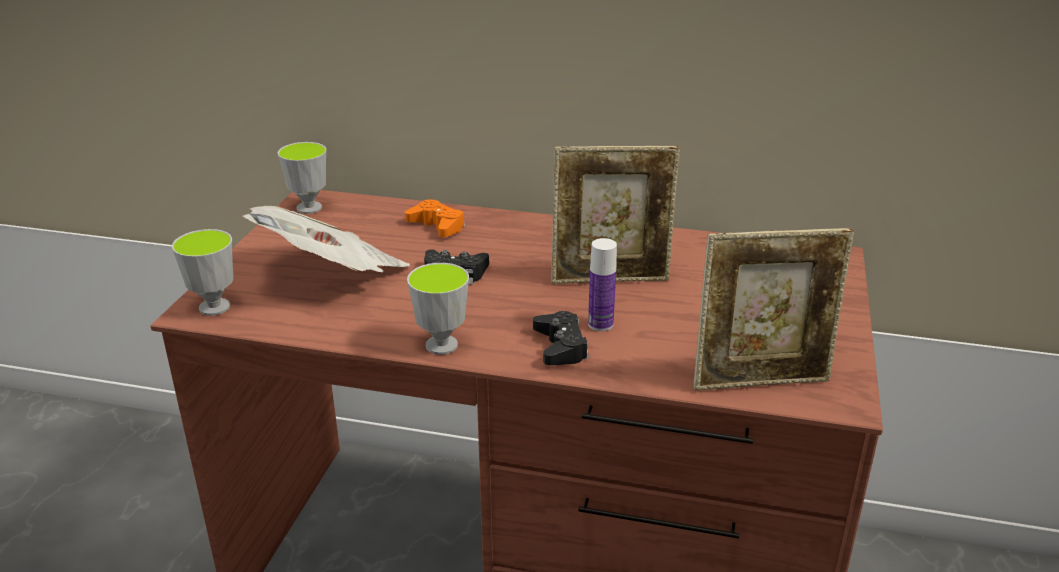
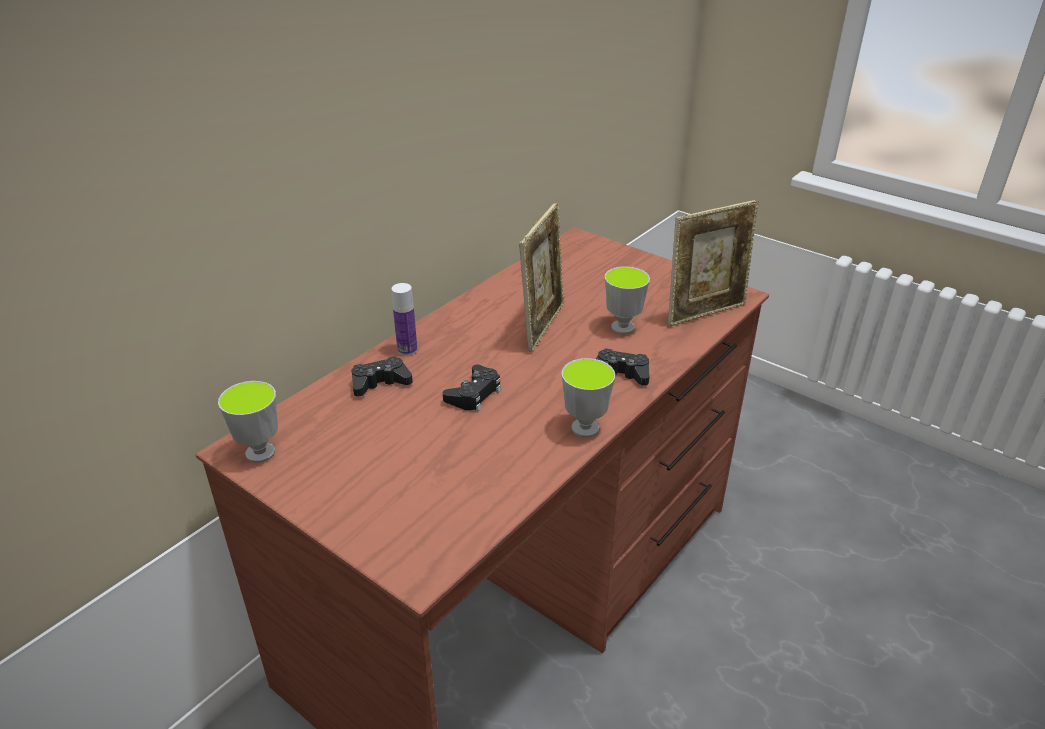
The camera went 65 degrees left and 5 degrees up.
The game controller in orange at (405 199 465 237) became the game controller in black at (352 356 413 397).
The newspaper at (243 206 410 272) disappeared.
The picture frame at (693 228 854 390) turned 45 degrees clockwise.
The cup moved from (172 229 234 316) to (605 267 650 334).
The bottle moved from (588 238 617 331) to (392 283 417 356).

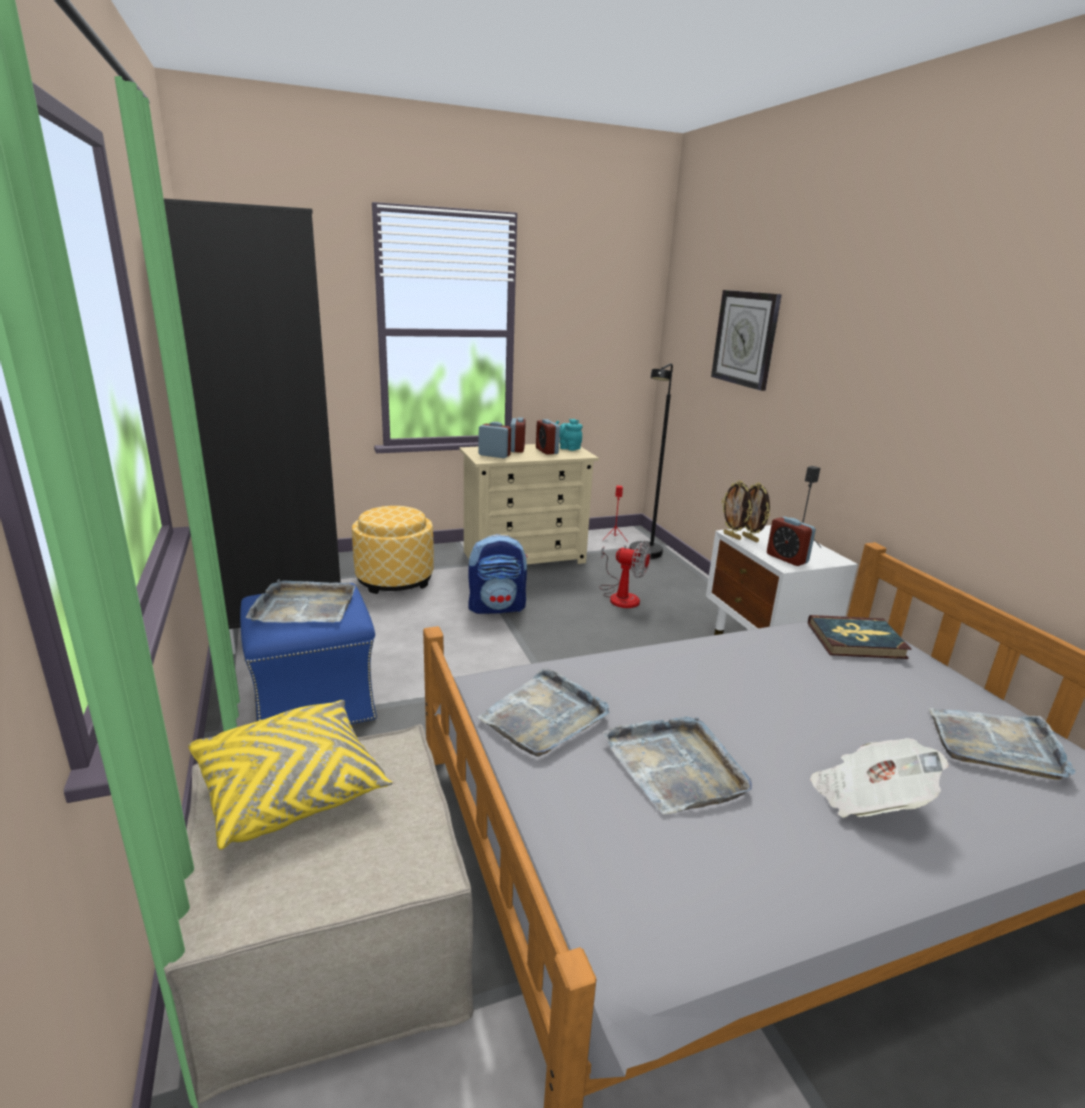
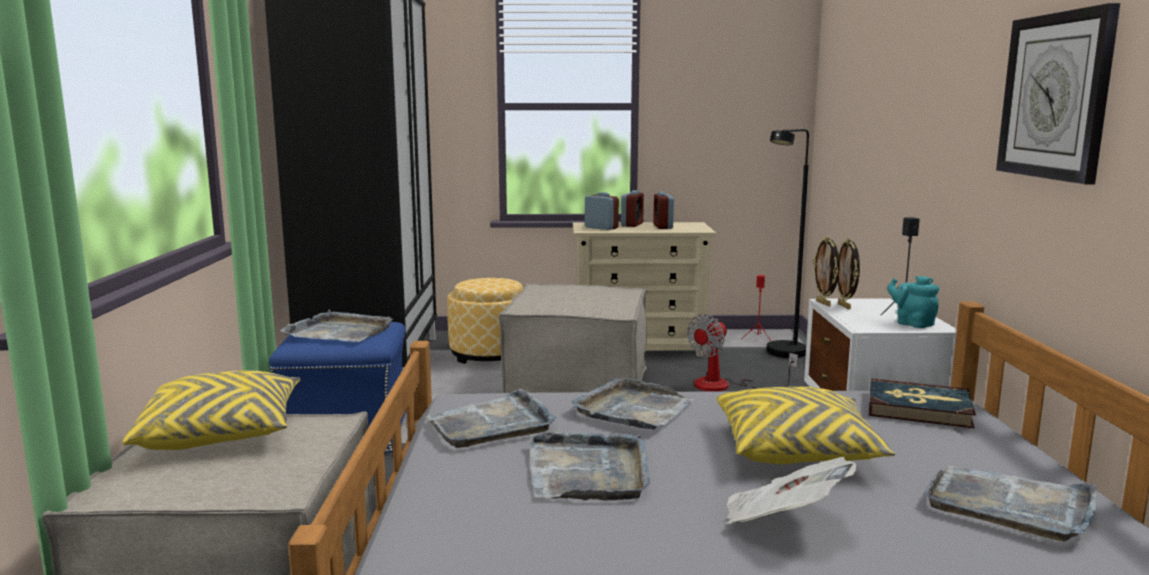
The camera went 20 degrees right and 10 degrees down.
The wall clock moved from (711 290 782 391) to (996 3 1120 184).
The teapot in turquoise moved from (556 419 583 451) to (887 276 939 328).
The alarm clock at (767 517 816 566) disappeared.
The backpack at (468 534 528 614) was replaced by the ottoman in beige at (499 283 647 393).
The fan at (600 541 651 608) turned 90 degrees clockwise.
The tray in grey at (571 378 694 430) appeared.
The pillow in yellow at (717 387 895 464) appeared.

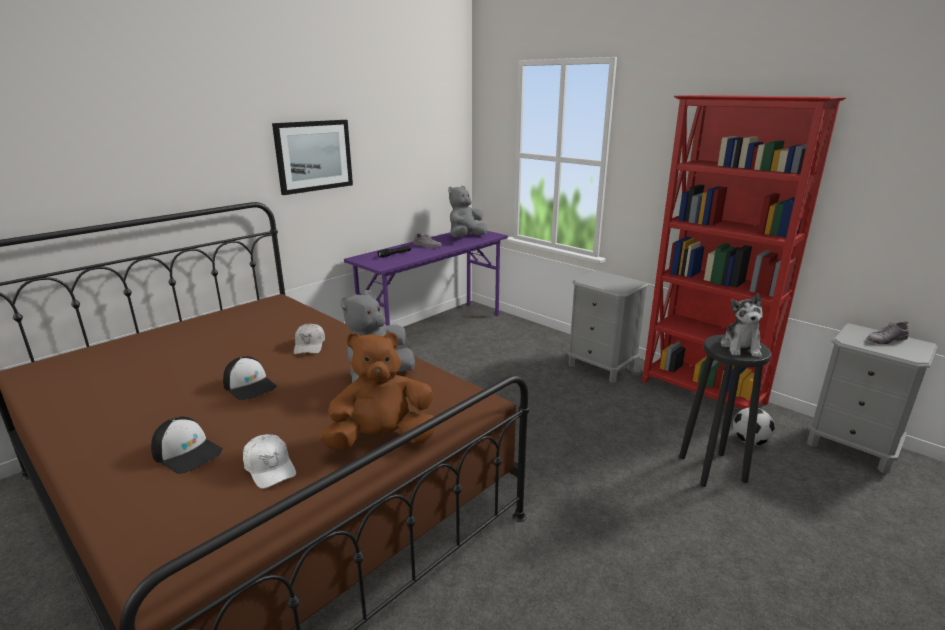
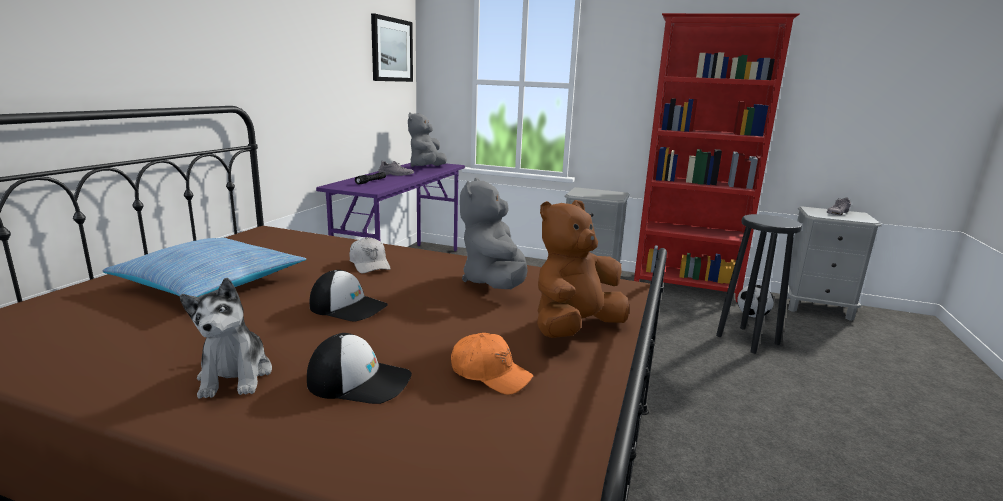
The camera went 25 degrees left and 5 degrees down.
The picture moved from (272 120 353 195) to (371 13 413 82).
The plush toy moved from (721 293 762 357) to (180 278 272 399).
The cap in white at (243 434 296 489) became the cap in orange at (451 333 534 395).
The pillow at (103 238 306 297) appeared.

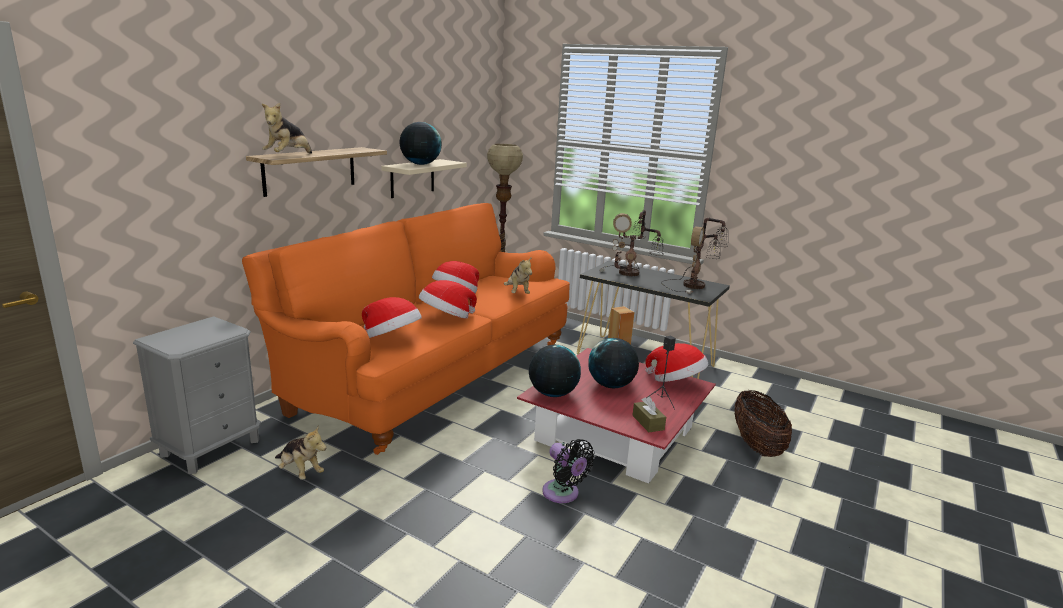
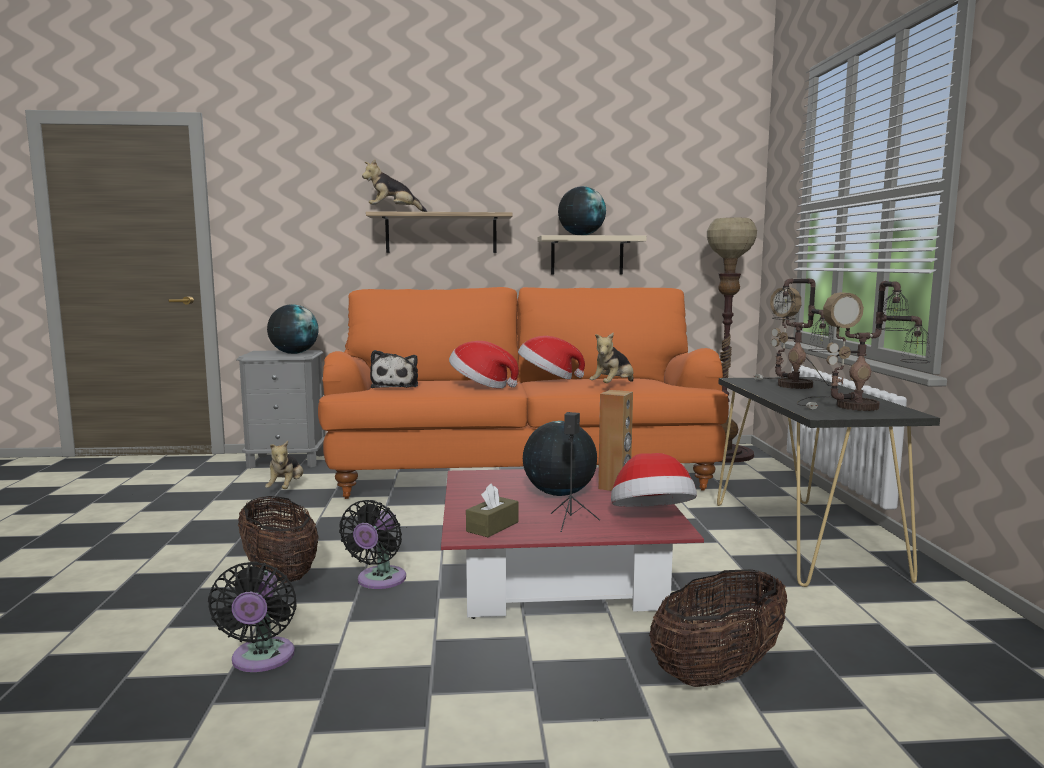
The camera went 55 degrees right and 10 degrees down.
The hat at (362 297 422 338) was replaced by the plush toy at (370 350 418 388).
The globe moved from (529 345 581 397) to (267 304 319 354).
The basket at (238 496 319 583) appeared.
The fan in black at (208 561 297 672) appeared.

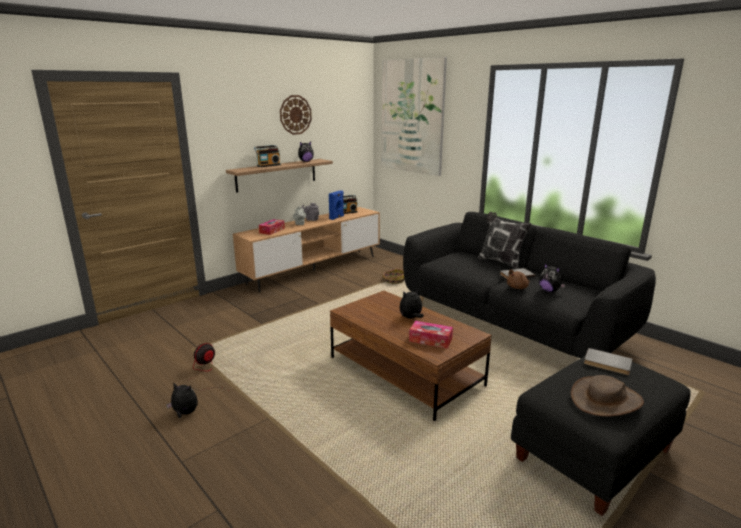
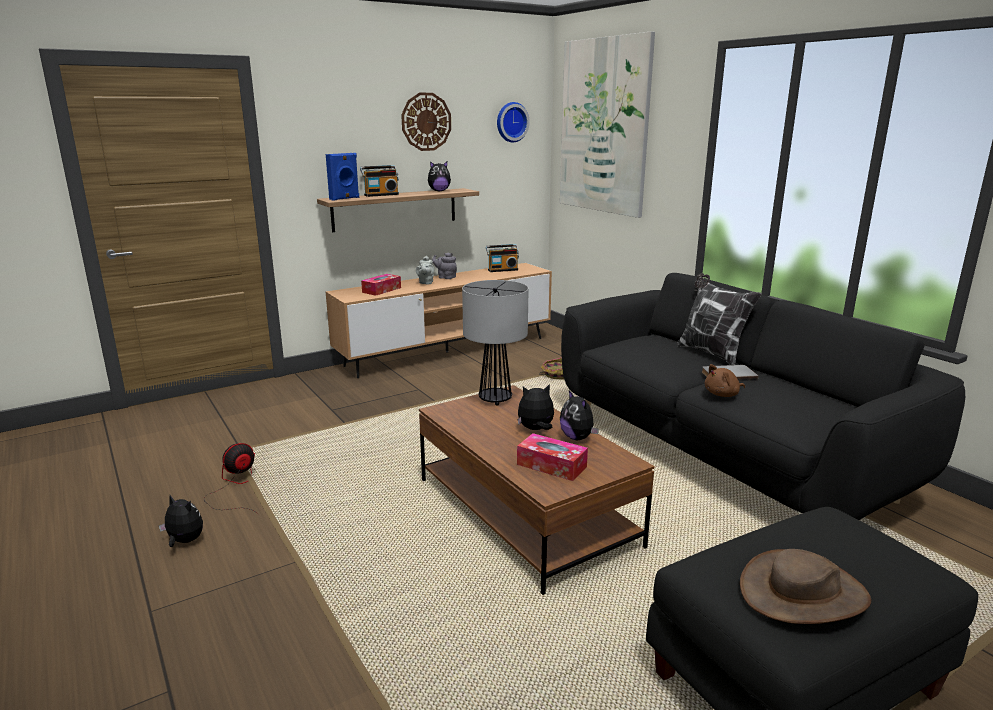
The camera went 10 degrees right and 0 degrees up.
The speaker in blue moved from (329 191 344 220) to (326 153 359 201).
The plush toy moved from (539 264 566 292) to (560 390 599 440).
The book in grey at (584 348 632 375) disappeared.
The wall clock at (497 102 530 143) appeared.
The table lamp at (462 280 529 406) appeared.

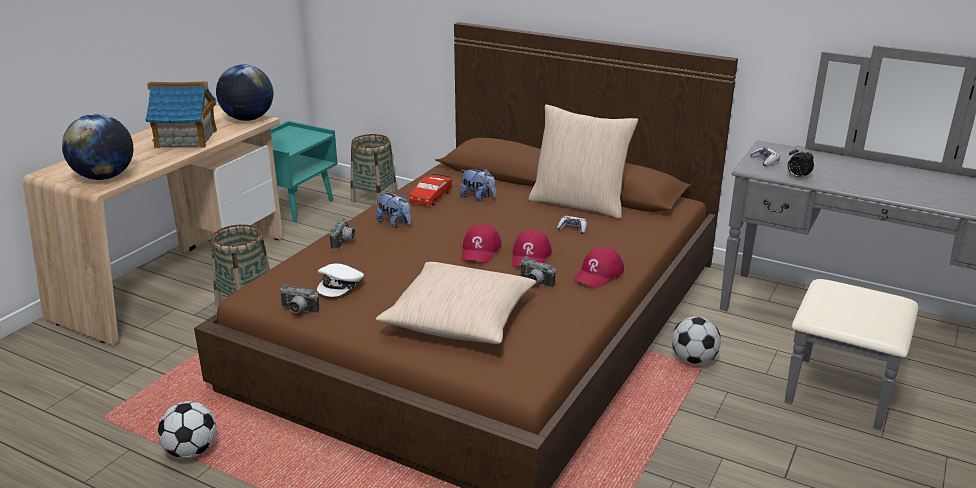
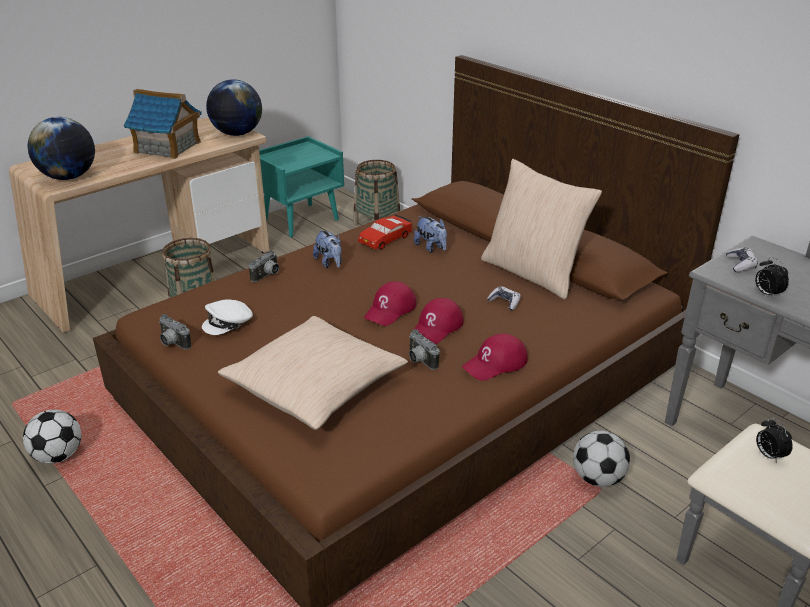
The camera went 20 degrees right and 5 degrees up.
The alarm clock at (756 418 793 463) appeared.

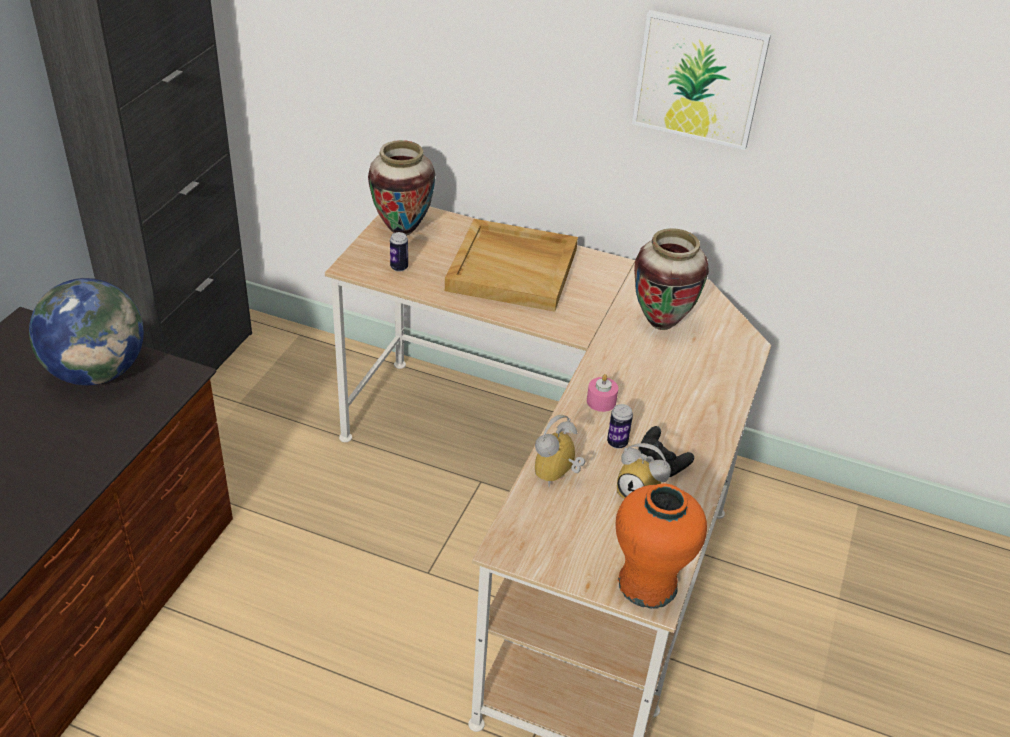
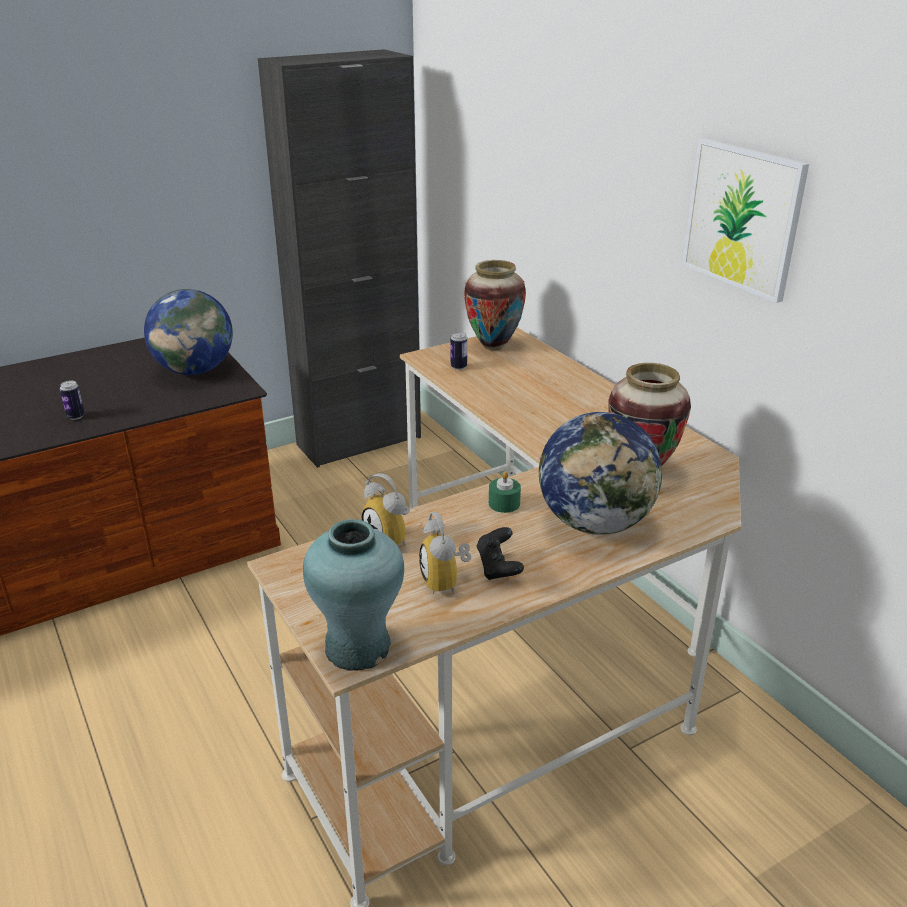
The camera went 40 degrees right and 10 degrees down.
The tray in beige at (445 219 578 312) disappeared.
The candle in pink at (587 374 618 412) became the candle in green at (489 471 521 513).
The can moved from (607 404 633 449) to (60 381 85 420).
The alarm clock at (535 415 585 487) turned 120 degrees counterclockwise.
The vase in orange at (616 483 707 609) became the vase in turquoise at (303 519 404 671).
The globe at (539 412 662 535) appeared.

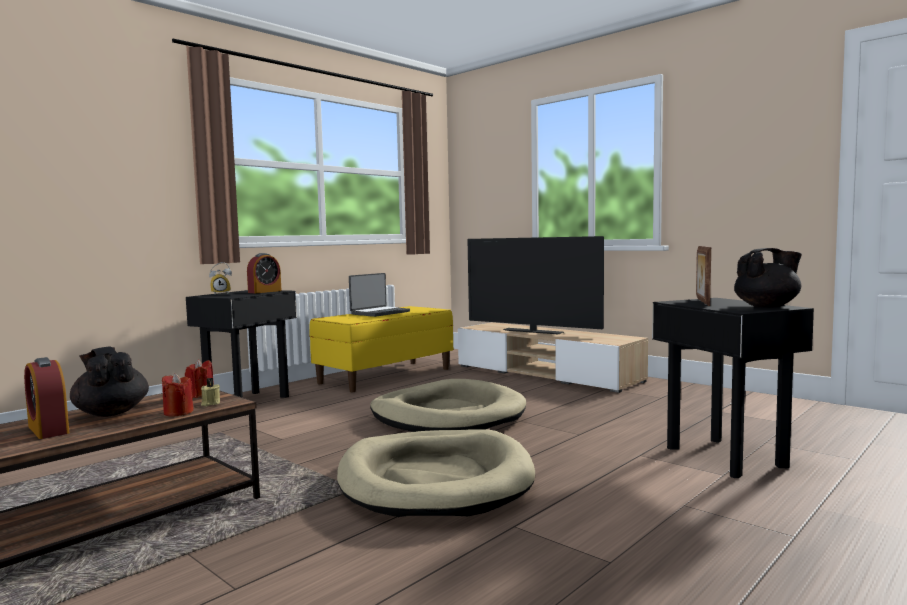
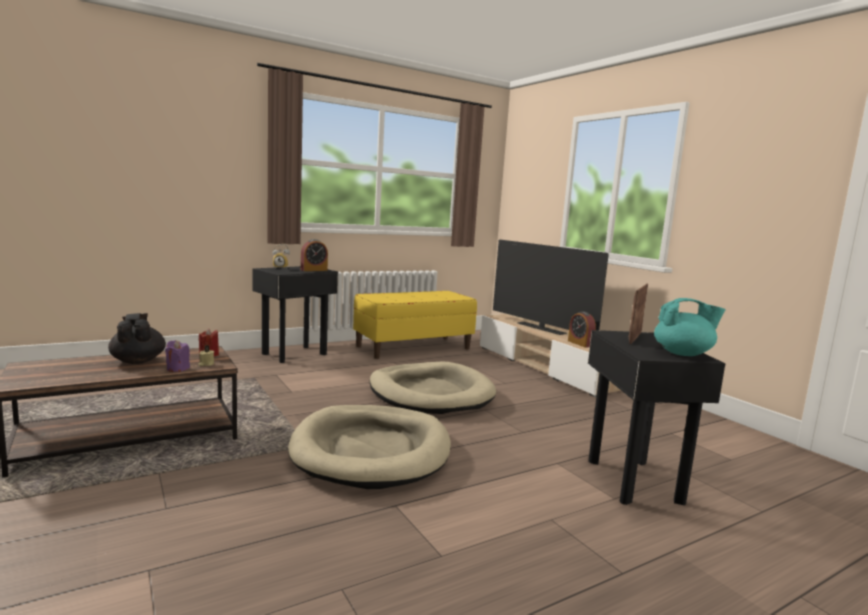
The camera went 15 degrees right and 5 degrees up.
The teapot in black at (734 248 802 307) became the teapot in turquoise at (654 298 725 356).
The laptop at (349 273 410 317) disappeared.
The alarm clock moved from (24 357 69 439) to (568 312 596 348).
The candle in red at (162 373 194 417) became the candle in purple at (165 340 190 372).

